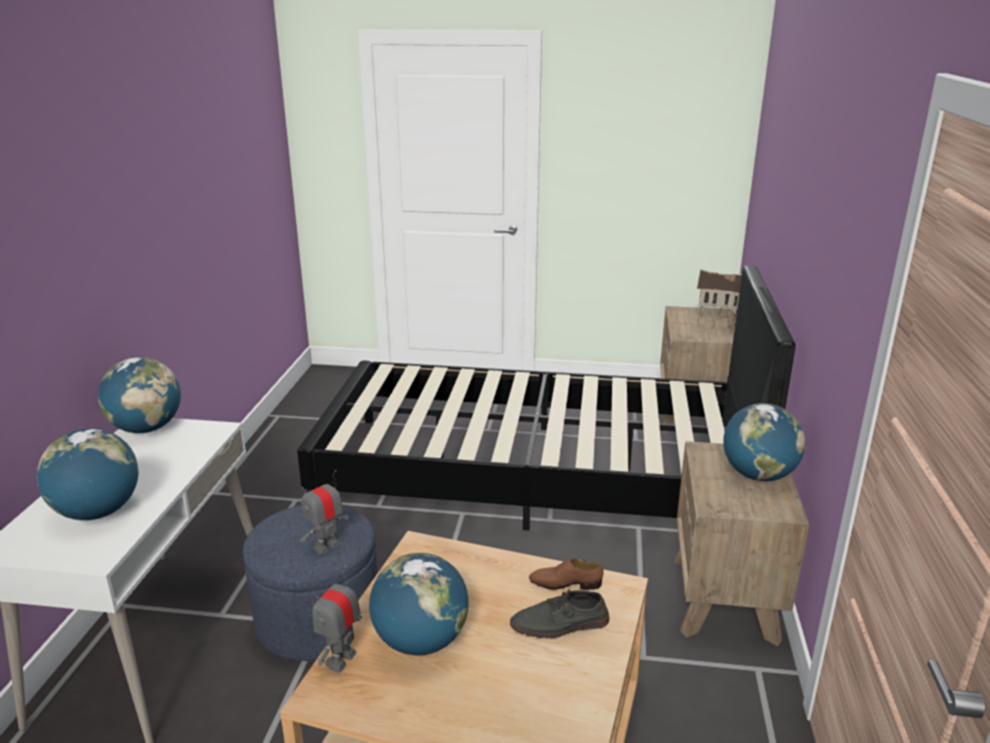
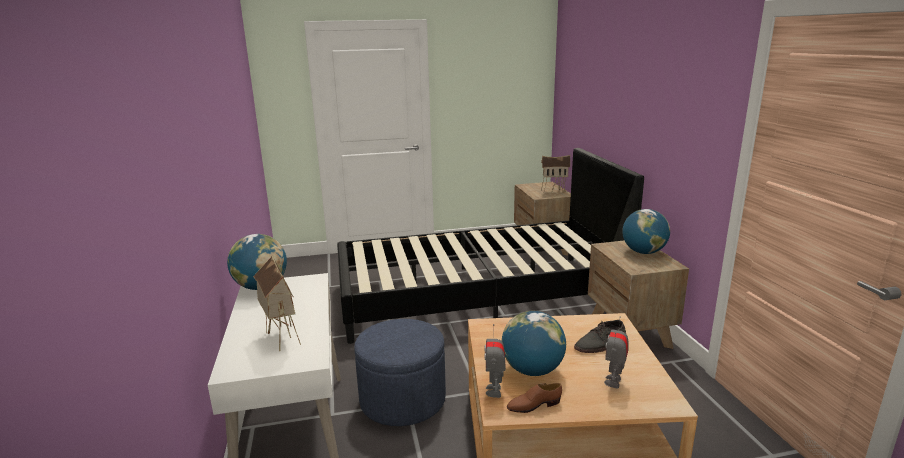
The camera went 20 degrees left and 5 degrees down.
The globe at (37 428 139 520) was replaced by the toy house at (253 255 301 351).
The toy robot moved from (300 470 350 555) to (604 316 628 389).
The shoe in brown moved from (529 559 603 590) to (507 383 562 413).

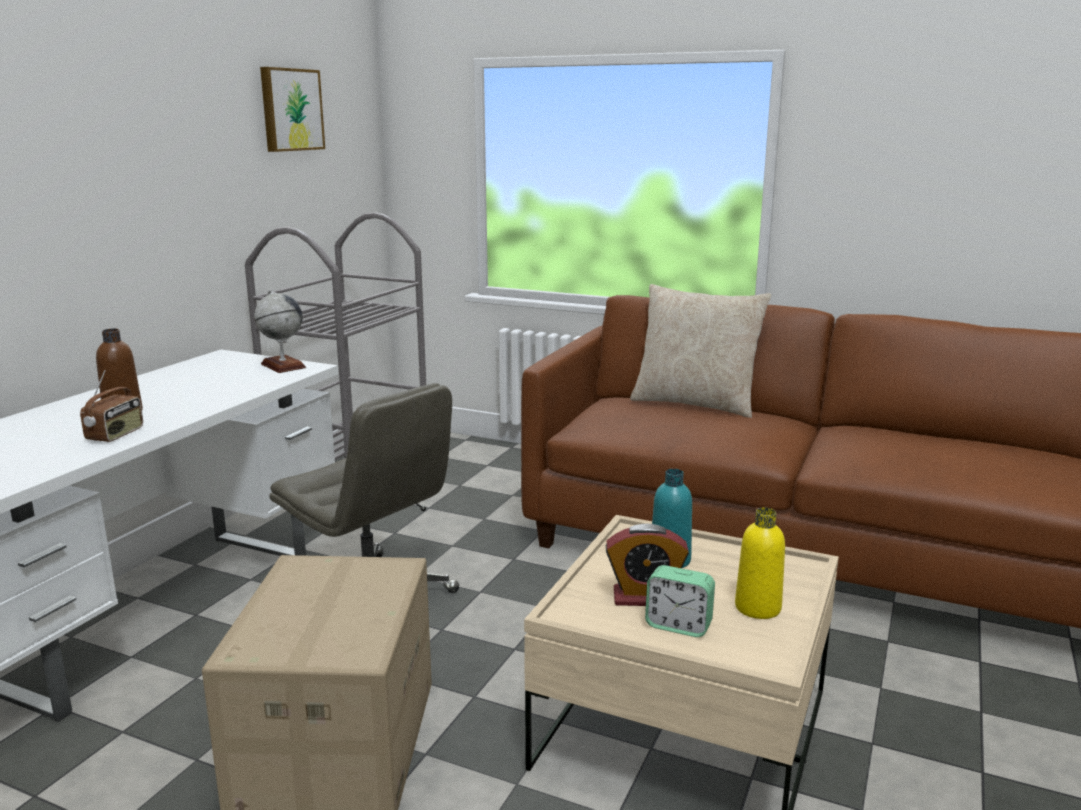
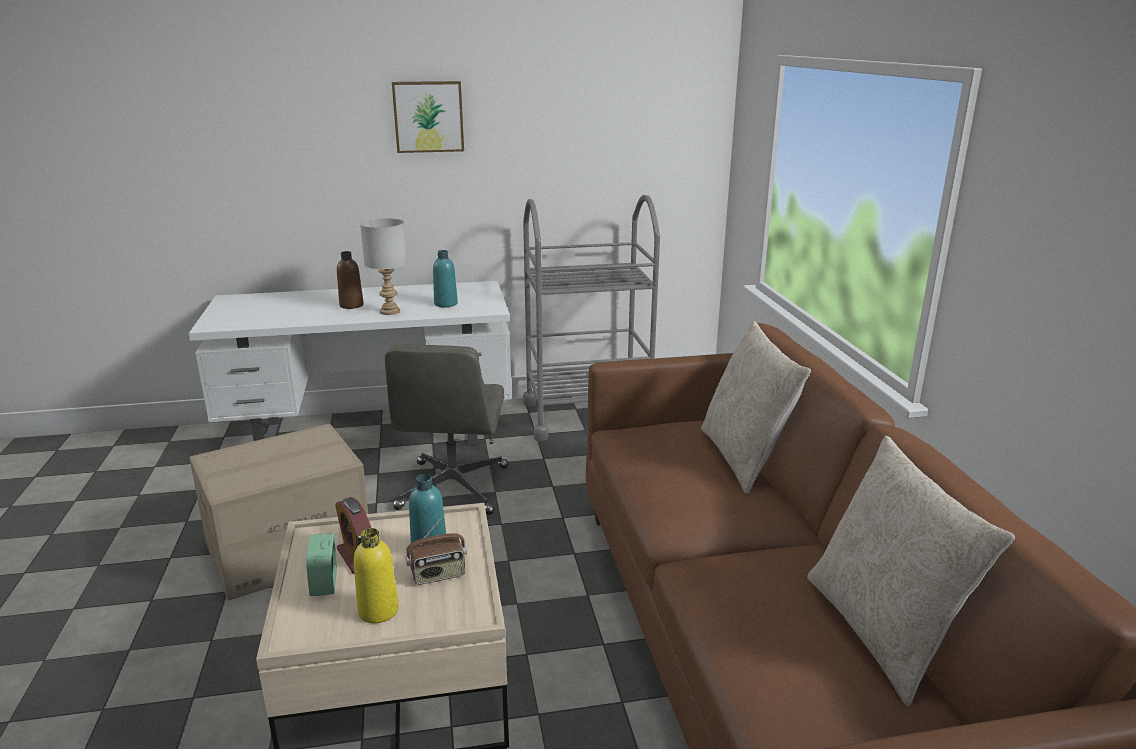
The camera went 55 degrees right and 5 degrees up.
The picture moved from (260 67 325 152) to (392 81 464 153).
The globe at (254 289 306 373) disappeared.
The radio moved from (80 370 143 442) to (406 516 467 585).
The table lamp in grey at (360 218 407 315) appeared.
The bottle in turquoise at (433 250 458 307) appeared.
The pillow in beige at (807 436 1015 706) appeared.

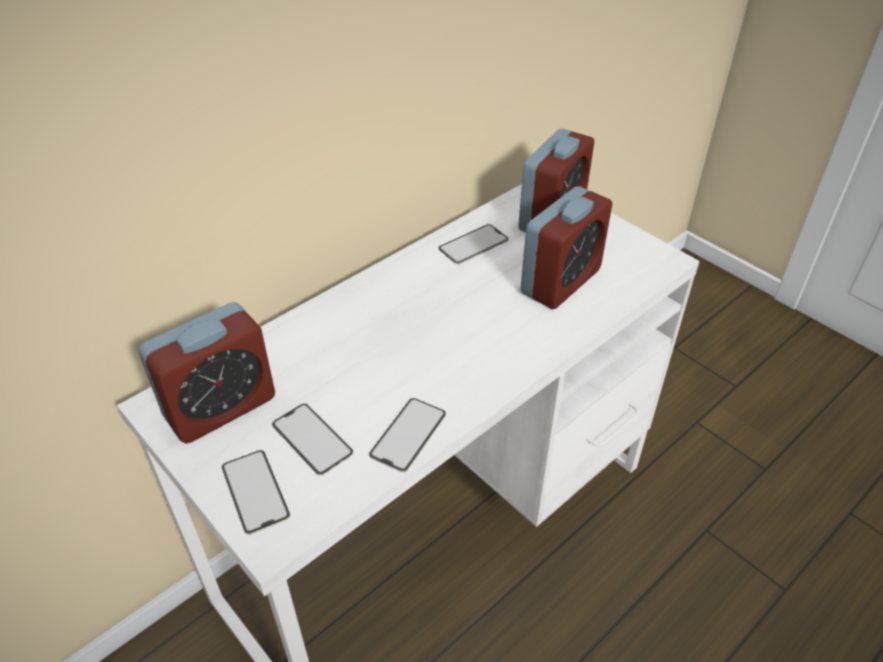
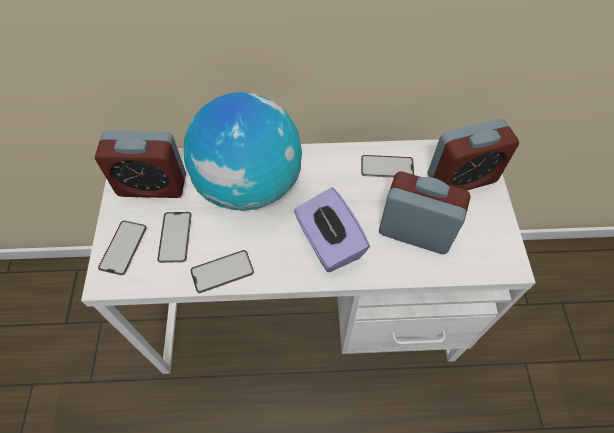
The camera went 40 degrees right and 15 degrees up.
The alarm clock at (521 186 612 309) turned 150 degrees counterclockwise.
The globe at (184 92 302 211) appeared.
The tissue box in purple at (294 188 370 272) appeared.

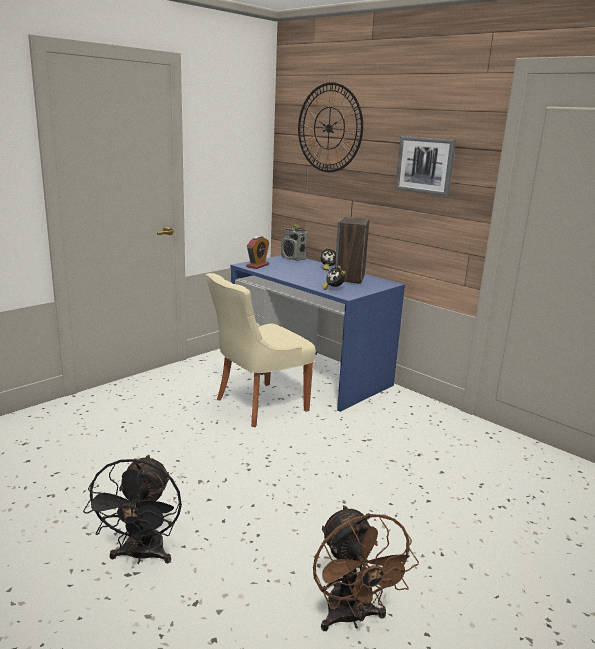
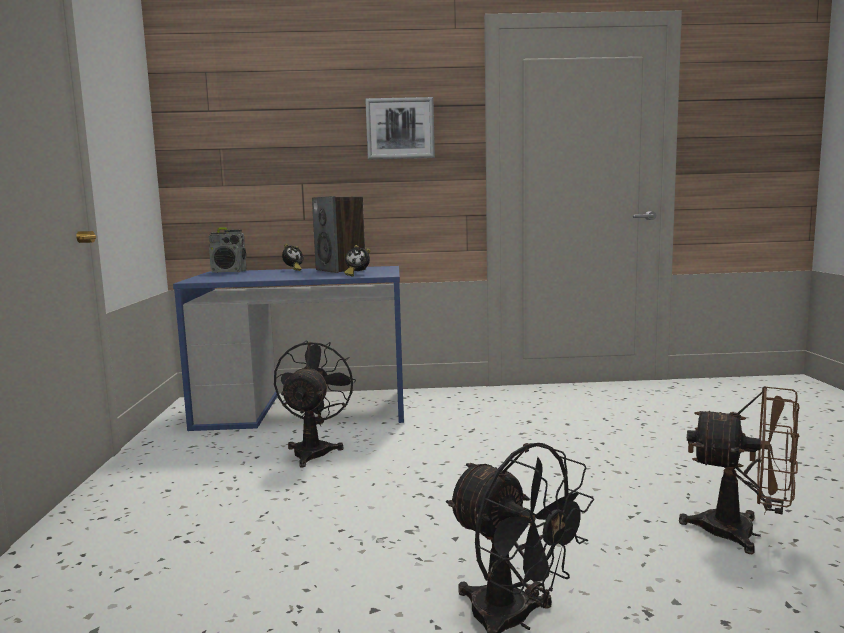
The camera went 45 degrees left and 10 degrees down.
The wall clock at (298 82 363 172) disappeared.
The alarm clock at (246 236 269 269) disappeared.
The chair in beige at (206 273 316 427) was replaced by the fan in black at (274 340 356 468).

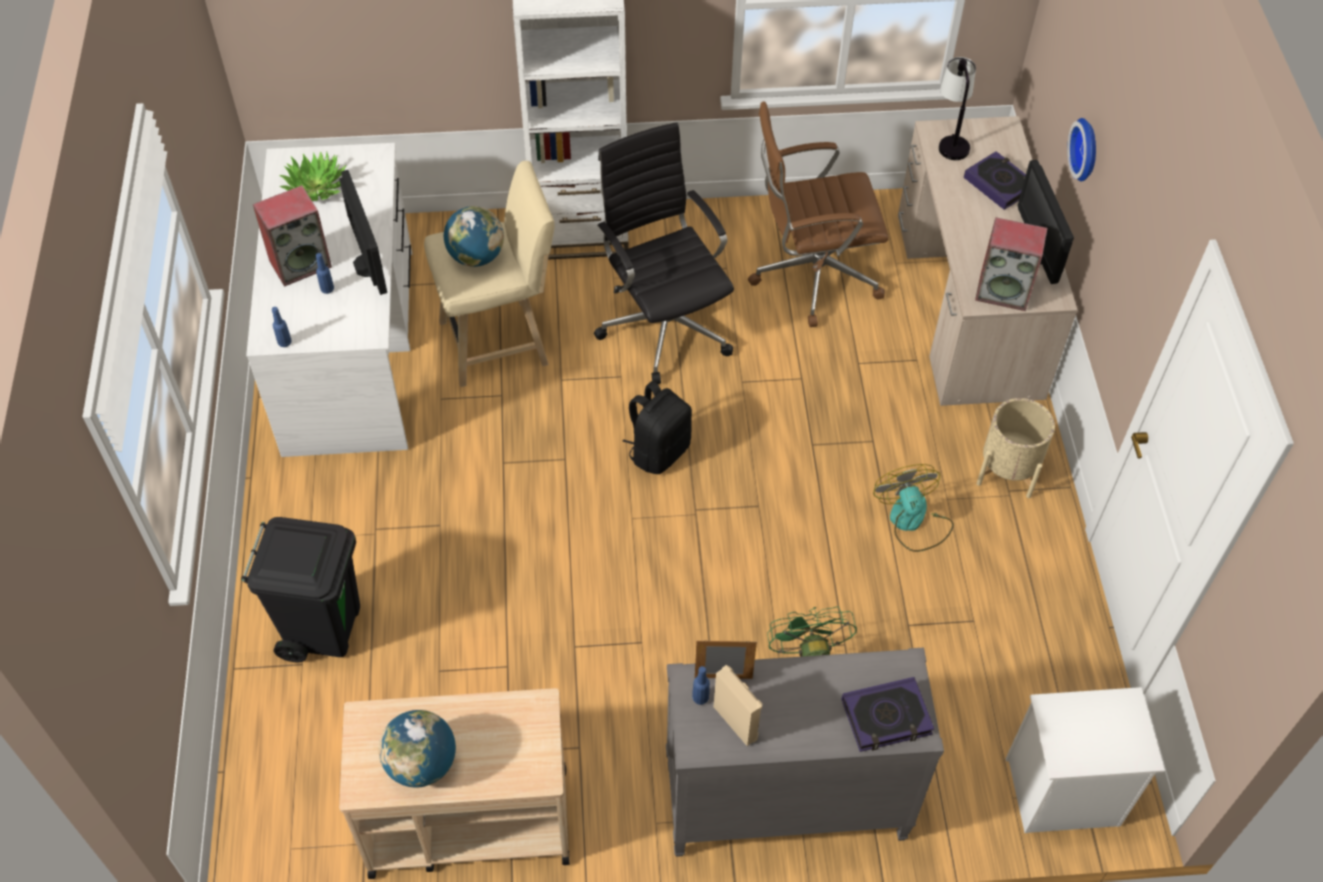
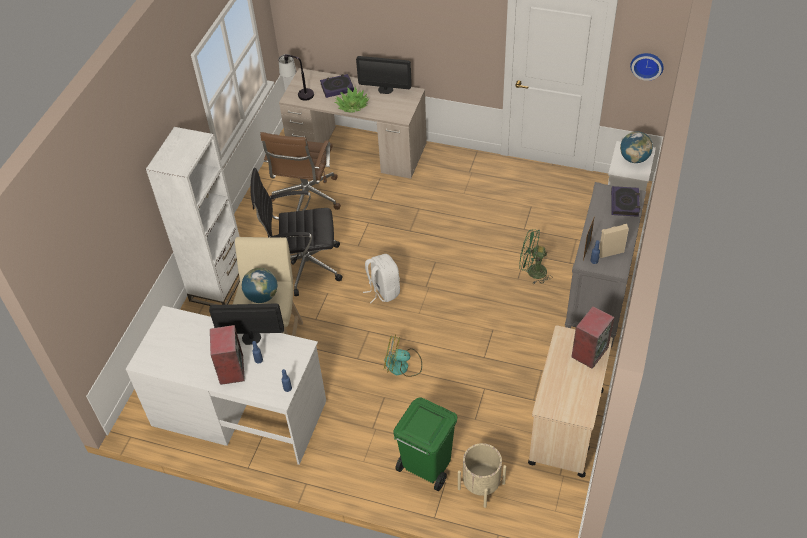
The camera went 65 degrees left and 5 degrees down.
The wall clock moved from (1067 118 1096 181) to (630 53 664 81).
The potted plant moved from (279 151 346 201) to (335 87 370 112).
The speaker moved from (975 217 1047 311) to (571 306 614 369).
The backpack in black at (623 381 692 474) became the backpack in white at (363 254 400 303).
The planter in beige moved from (977 398 1055 498) to (458 443 506 508).
The fan moved from (873 464 954 552) to (384 334 422 377).
The trash can in black at (241 517 360 662) became the trash can in green at (393 397 457 491).
The globe moved from (379 710 456 787) to (620 131 653 163).

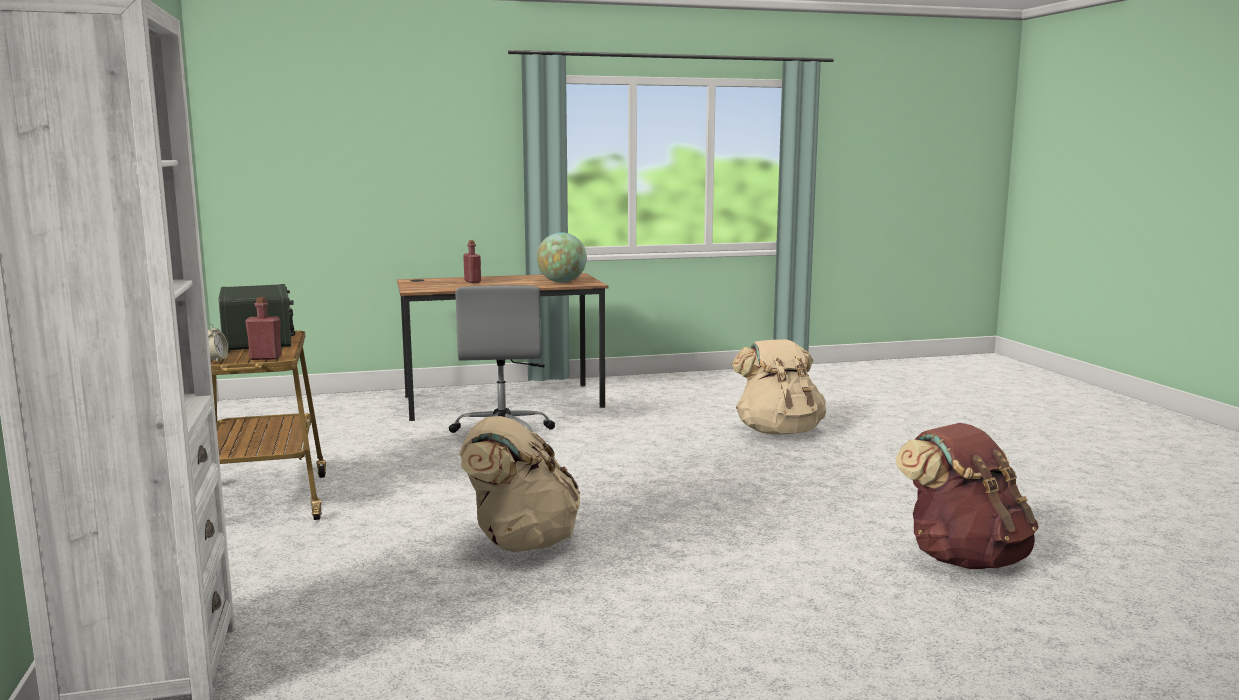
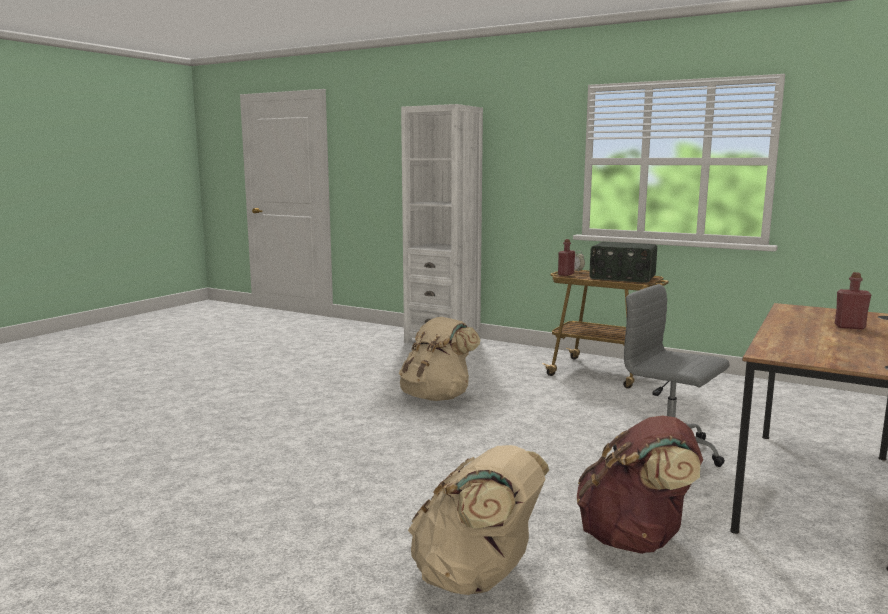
The camera went 135 degrees right and 0 degrees up.
The globe at (537 232 587 283) disappeared.
The backpack in brown moved from (895 423 1039 569) to (577 416 703 554).

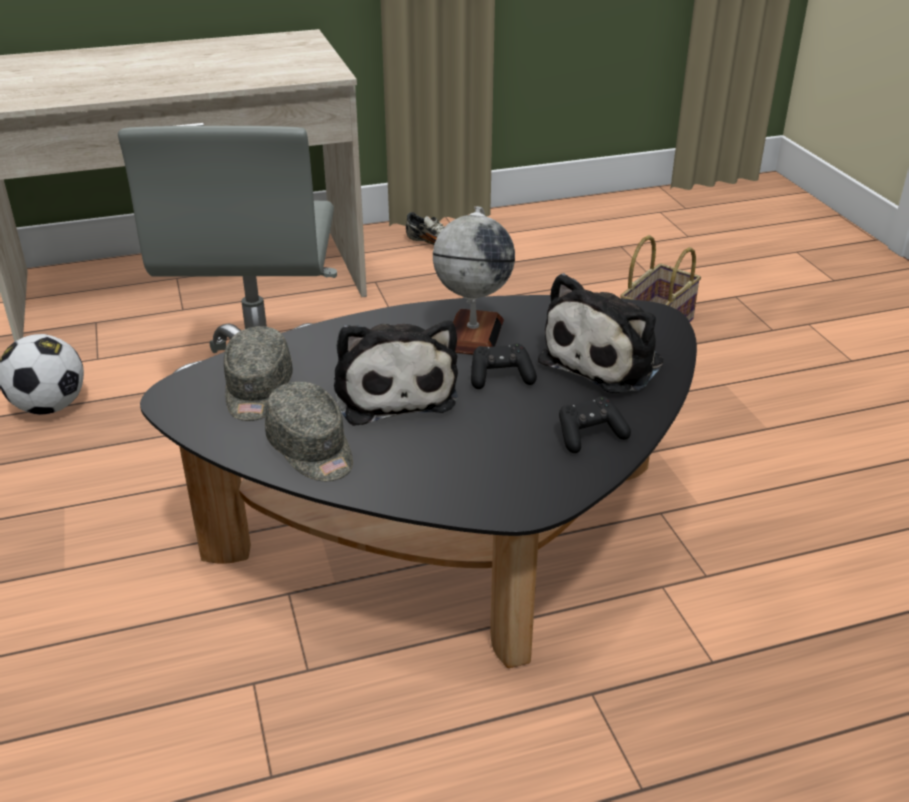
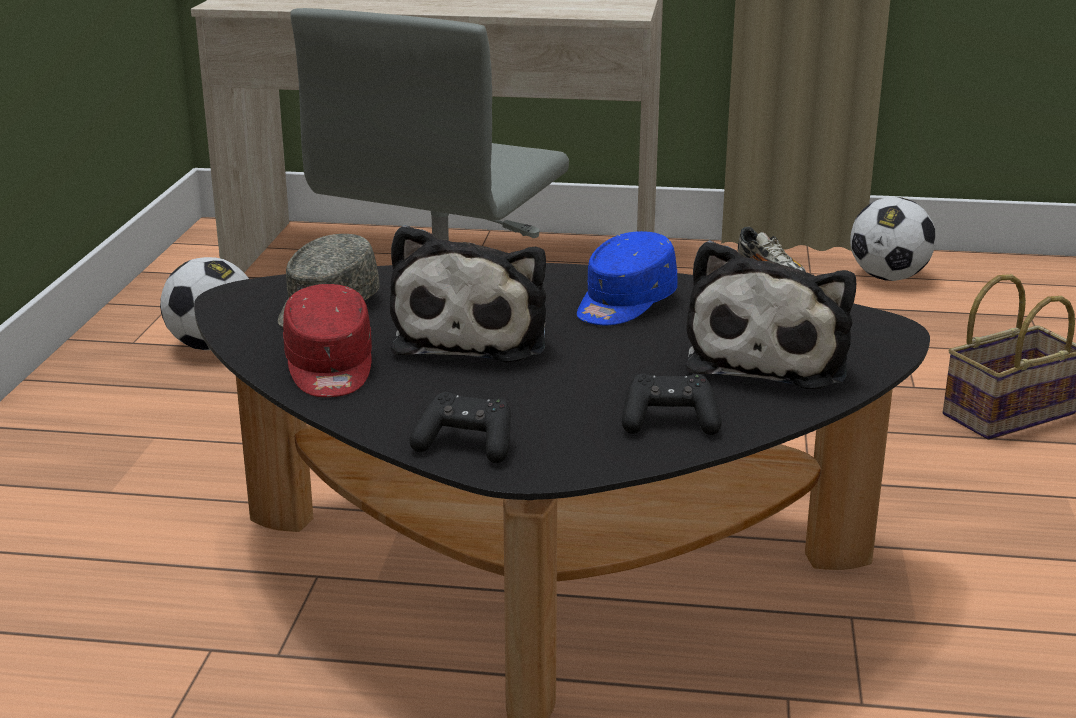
The camera went 25 degrees right and 10 degrees down.
The globe at (433 206 515 355) was replaced by the cap in blue at (577 231 677 325).
The plush toy at (538 273 664 393) turned 45 degrees counterclockwise.
The game controller in black moved from (471 343 537 389) to (410 392 511 463).
The cap in grey at (265 382 353 481) became the cap in red at (283 284 372 397).
The football at (850 197 936 281) appeared.

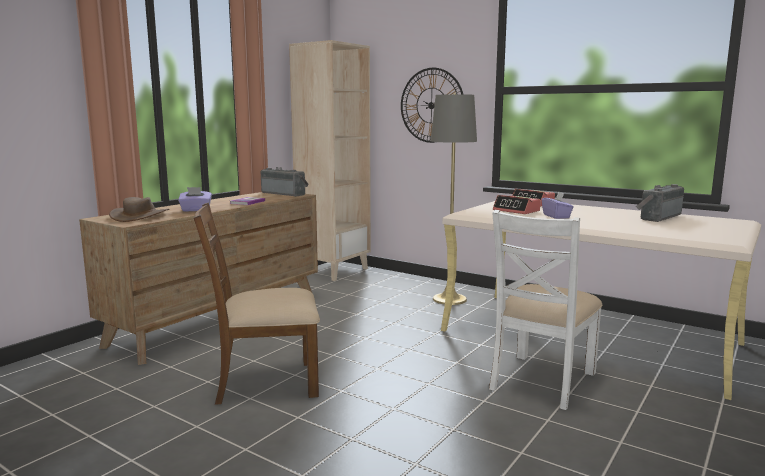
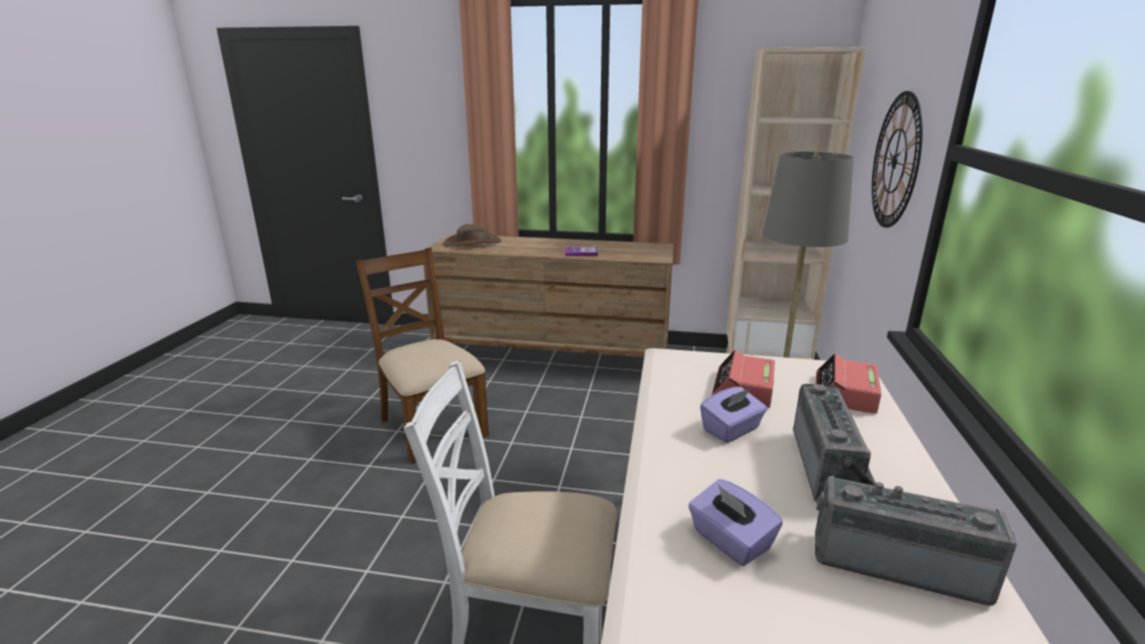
The camera went 65 degrees right and 10 degrees up.
The radio moved from (261 167 309 197) to (793 384 876 502).
The tissue box in purple moved from (178 187 212 211) to (688 479 783 566).

